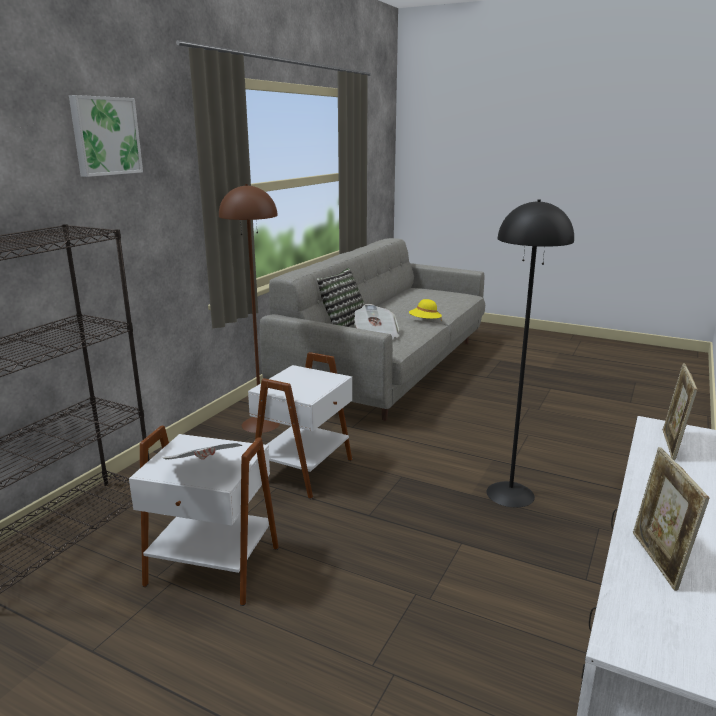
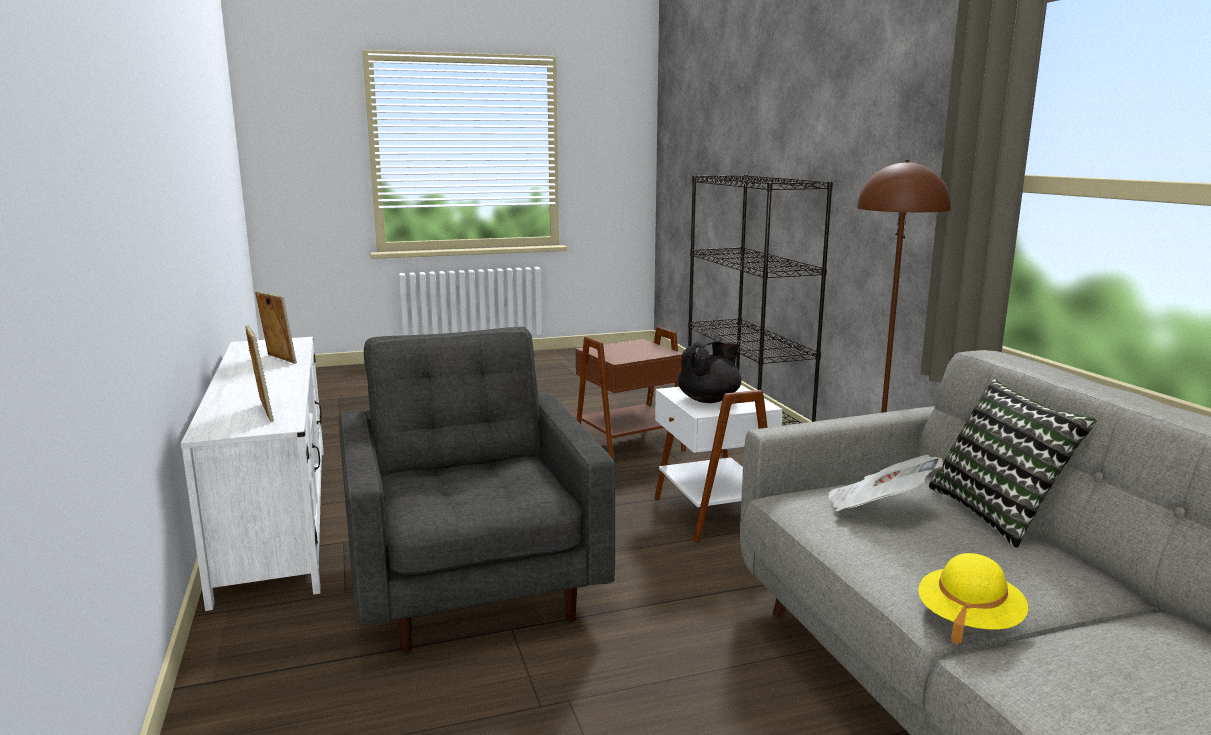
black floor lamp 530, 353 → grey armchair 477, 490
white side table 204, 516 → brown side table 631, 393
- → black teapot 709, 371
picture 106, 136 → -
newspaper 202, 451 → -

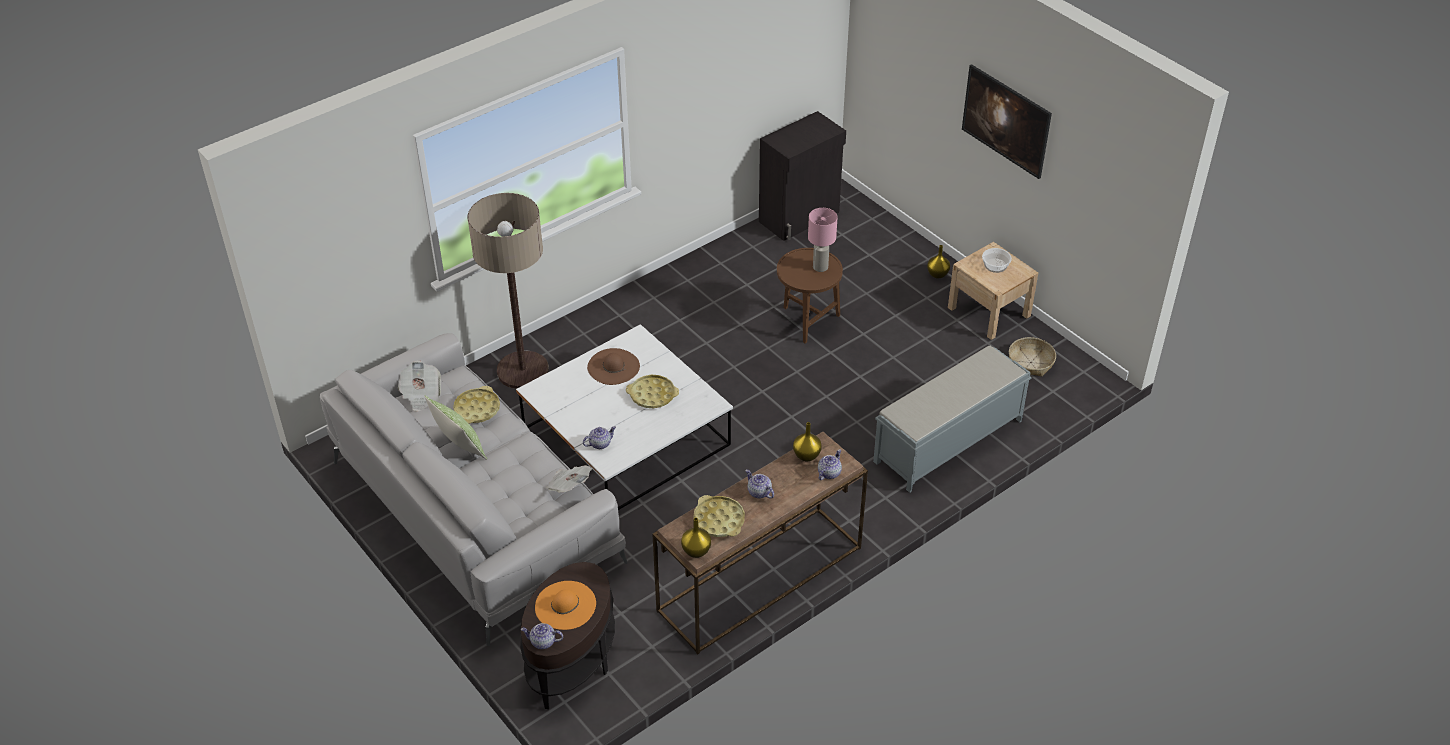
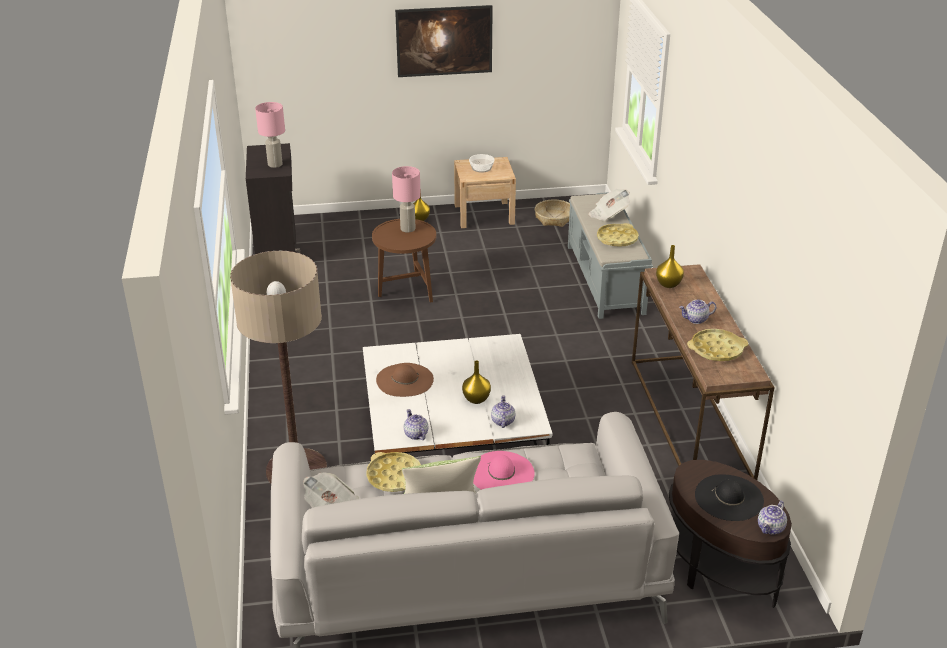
- → pink table lamp 270, 135
teapot 830, 464 → teapot 416, 424, shifted
yellow vase 696, 538 → yellow vase 476, 382, shifted
- → pink hat 504, 470
newspaper 569, 478 → newspaper 609, 205, shifted
yellow tray 652, 391 → yellow tray 618, 235, shifted
orange hat 565, 605 → black hat 729, 497

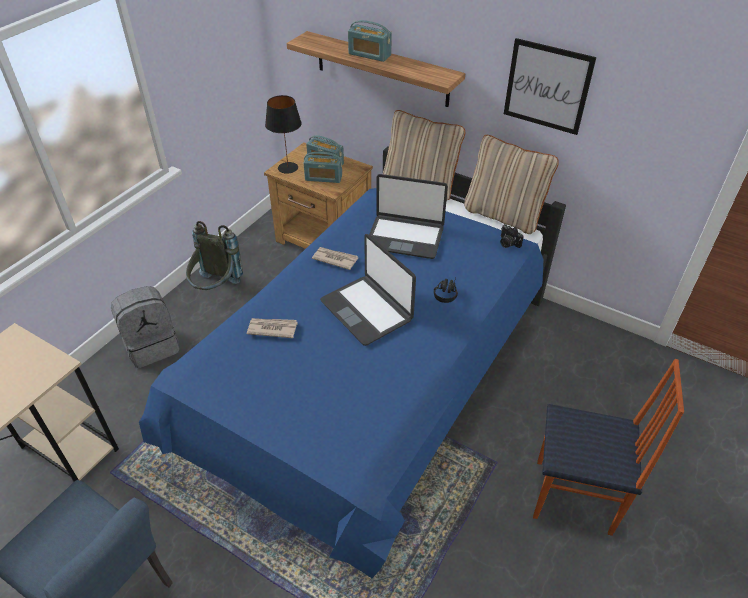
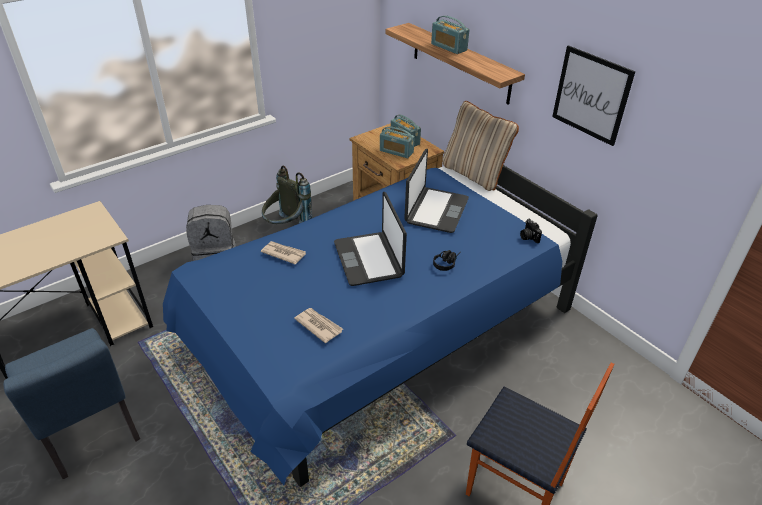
newspaper 335, 258 → newspaper 318, 325, shifted
laptop 408, 216 → laptop 436, 191, 105 degrees counterclockwise
black table lamp 283, 134 → -
beige pillow 511, 184 → -

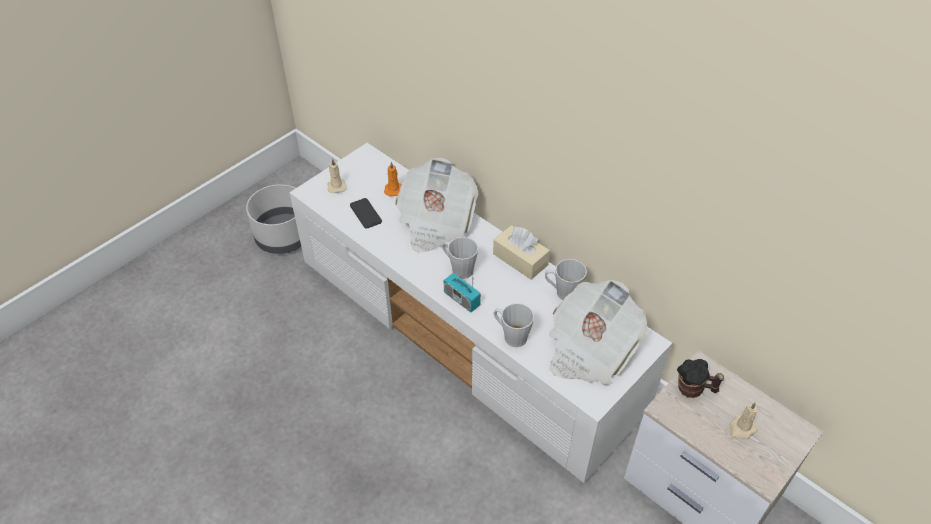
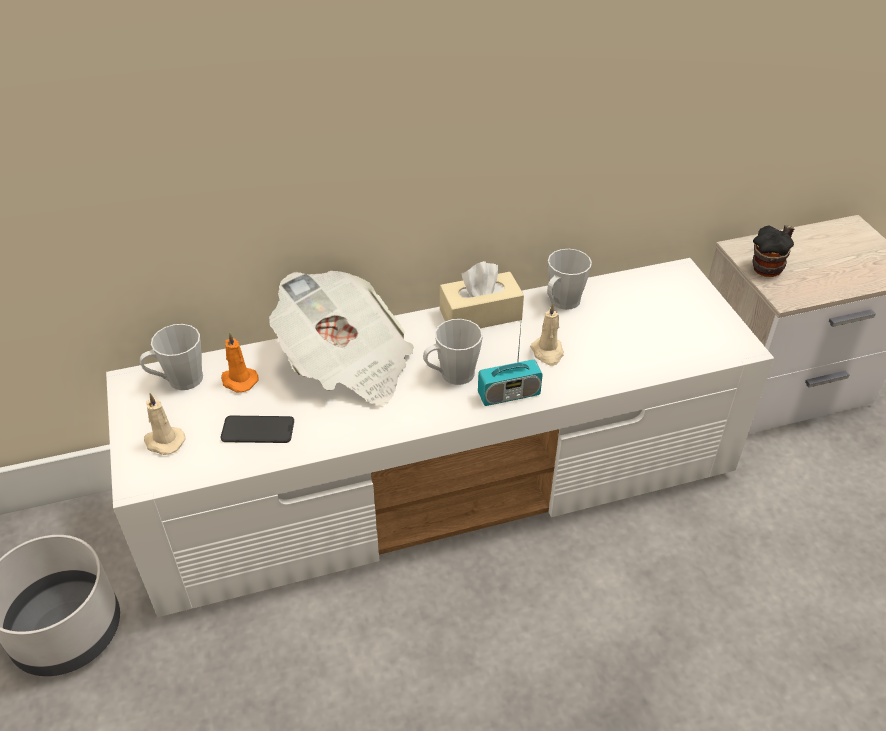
grey mug 514, 325 → grey mug 171, 357, shifted
beige candle 743, 421 → beige candle 547, 334, shifted
newspaper 598, 332 → -

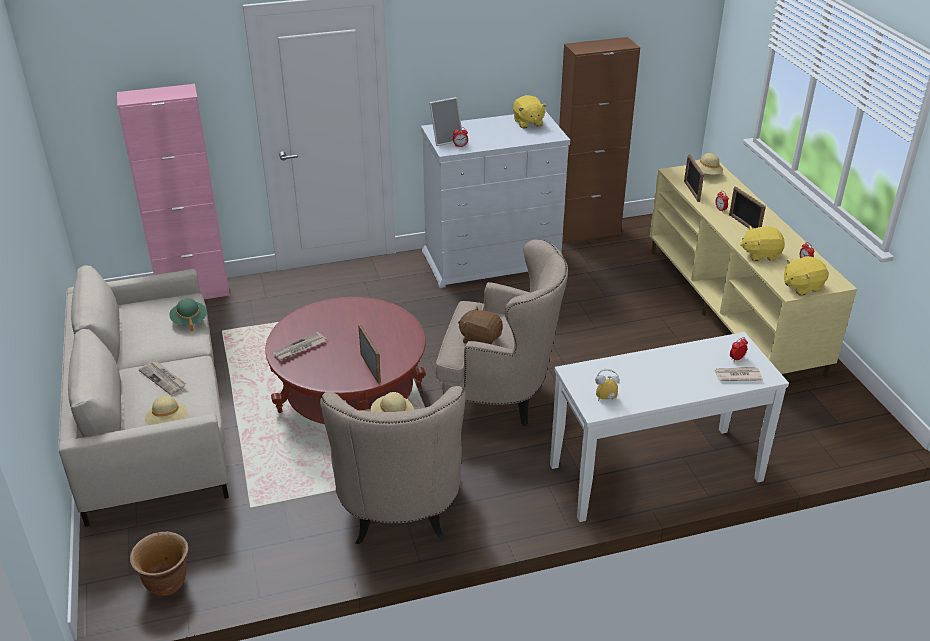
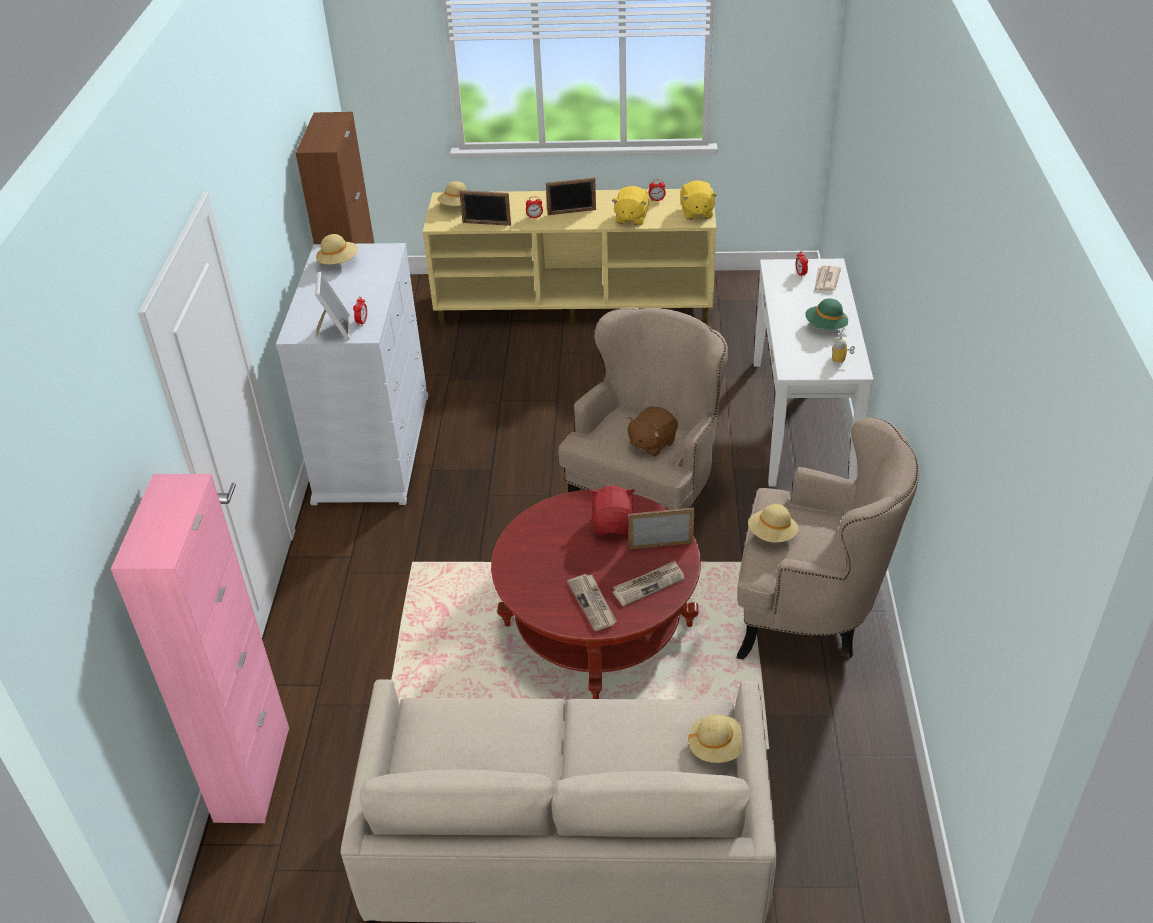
yellow plush toy 530, 111 → beige hat 337, 249
- → red plush toy 612, 510
newspaper 162, 378 → newspaper 649, 584, shifted
green hat 188, 314 → green hat 826, 314, shifted
brown planter 159, 563 → -

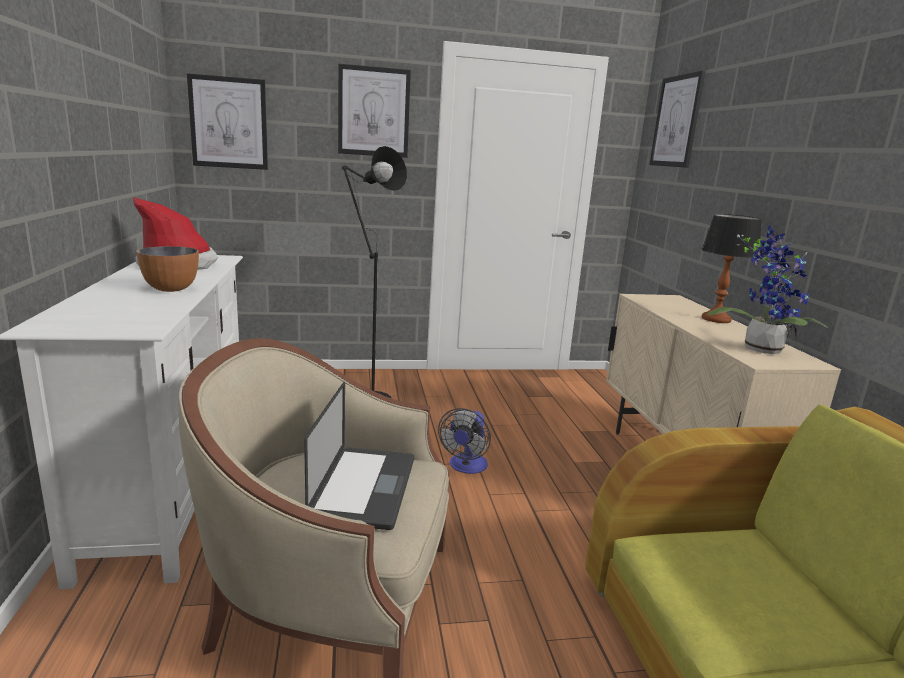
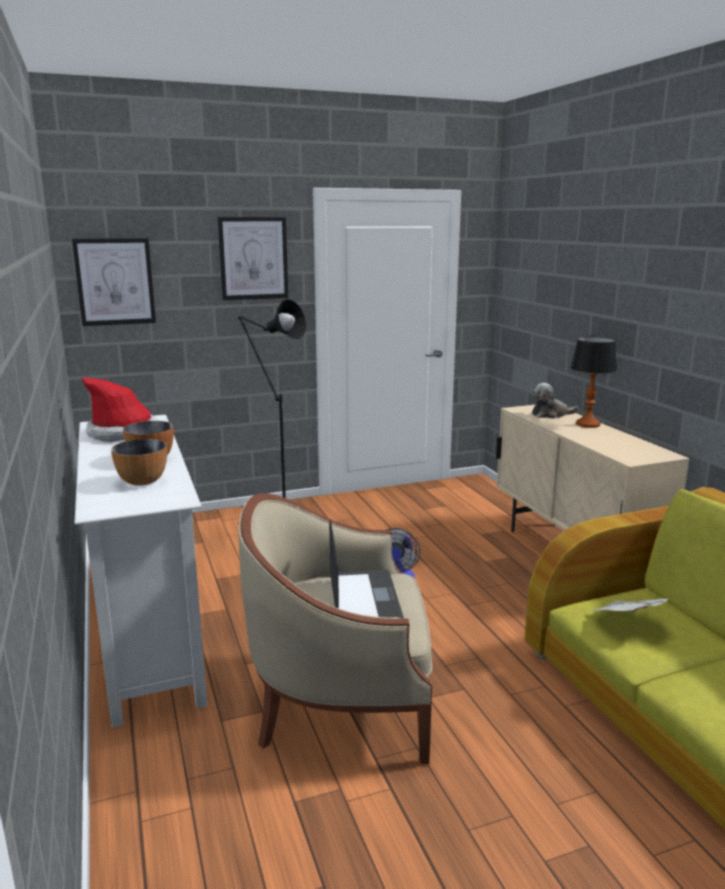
- → bowl 139, 462
- → plush toy 555, 400
- → newspaper 633, 605
picture 677, 119 → -
potted plant 767, 289 → -

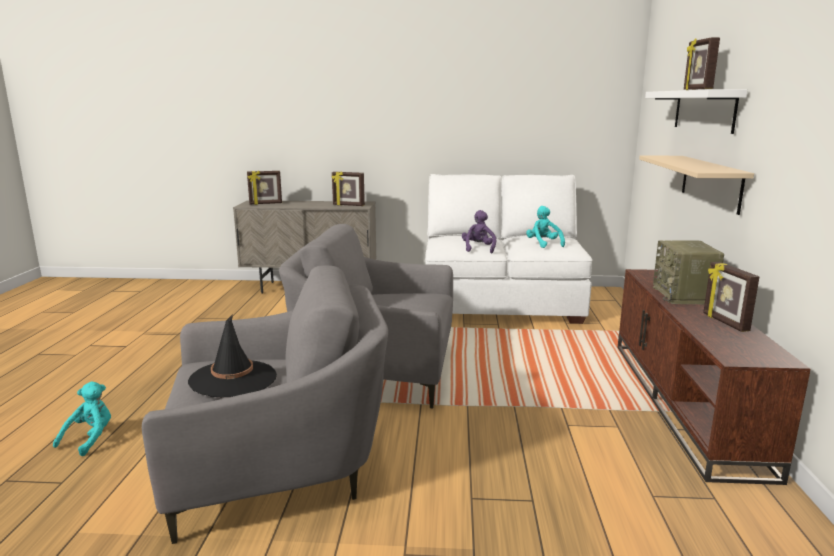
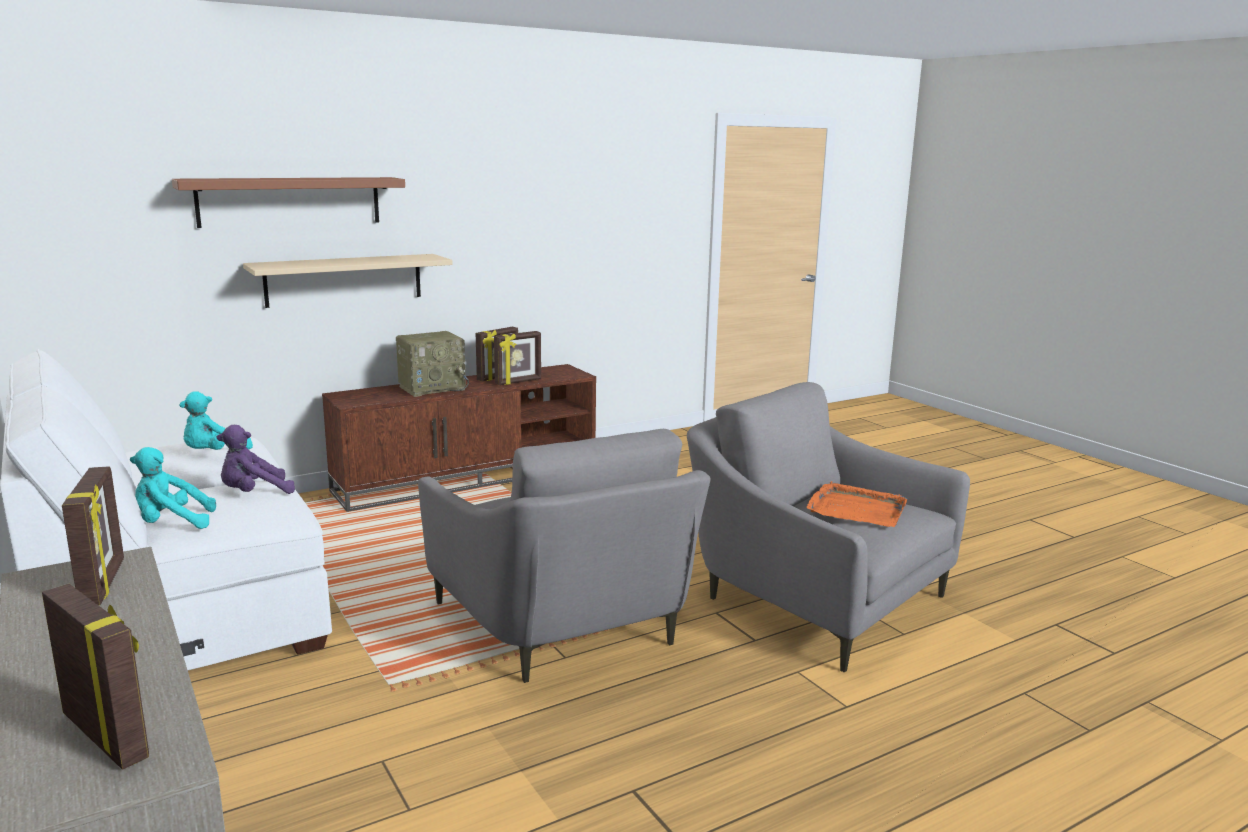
turquoise plush toy 82, 418 → turquoise plush toy 173, 488, shifted
white shelf 696, 111 → brown shelf 288, 202
picture frame 702, 63 → picture frame 517, 358, shifted
black hat 232, 355 → orange tray 857, 504

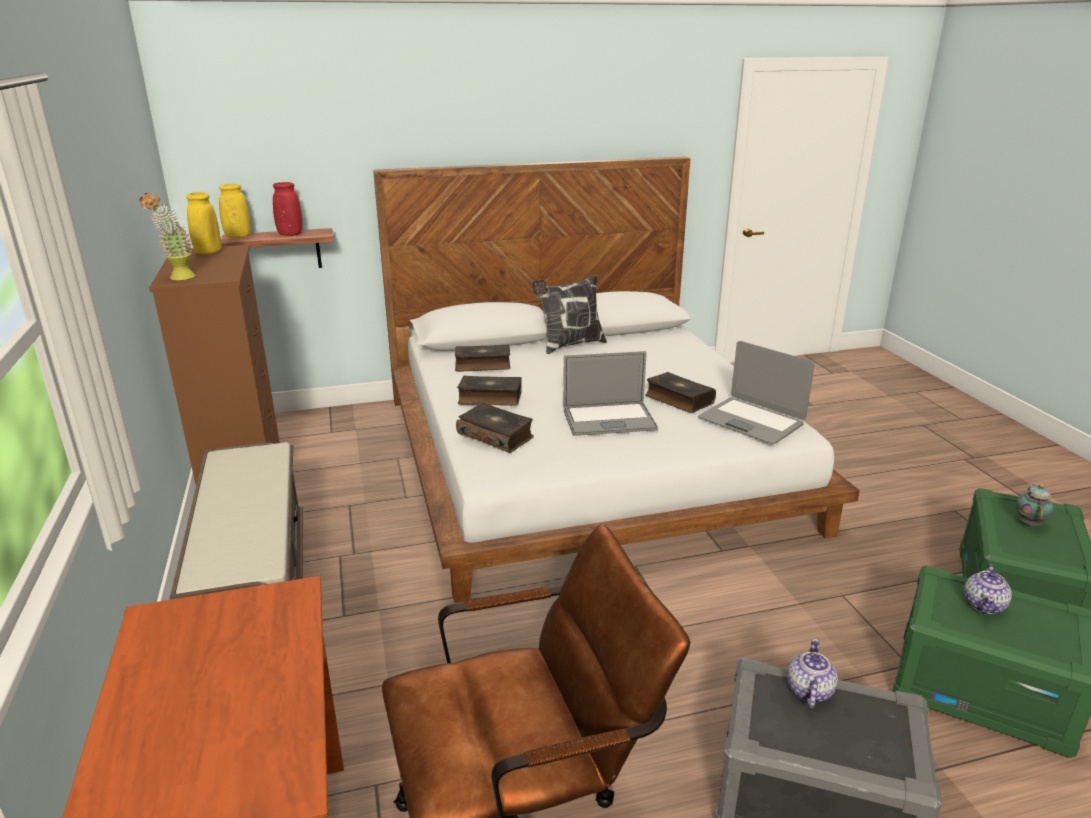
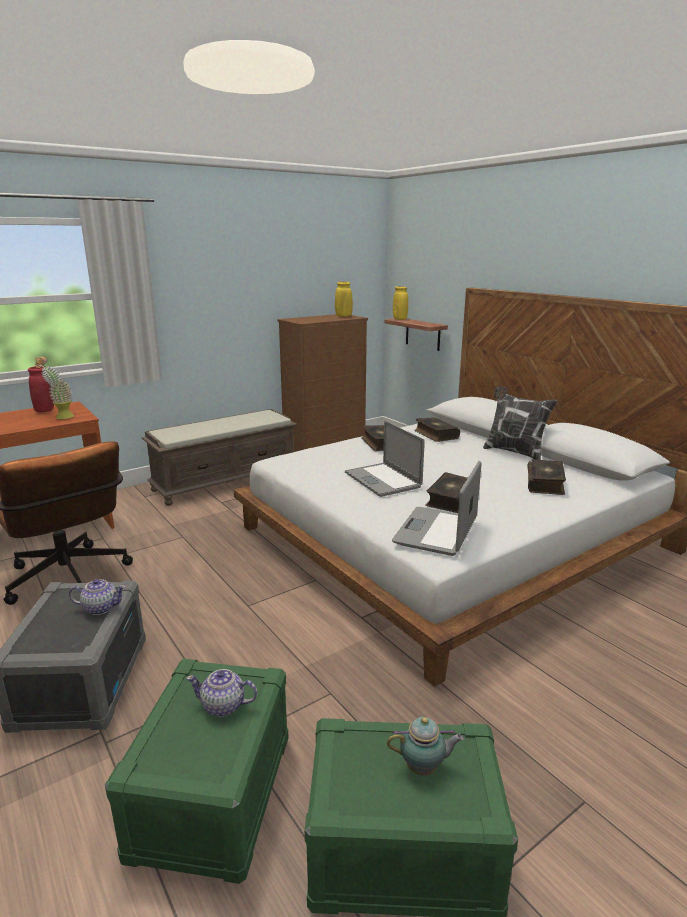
red vase 287, 209 → red vase 41, 389, shifted
potted plant 167, 236 → potted plant 54, 387, shifted
book 495, 428 → book 546, 477, shifted

